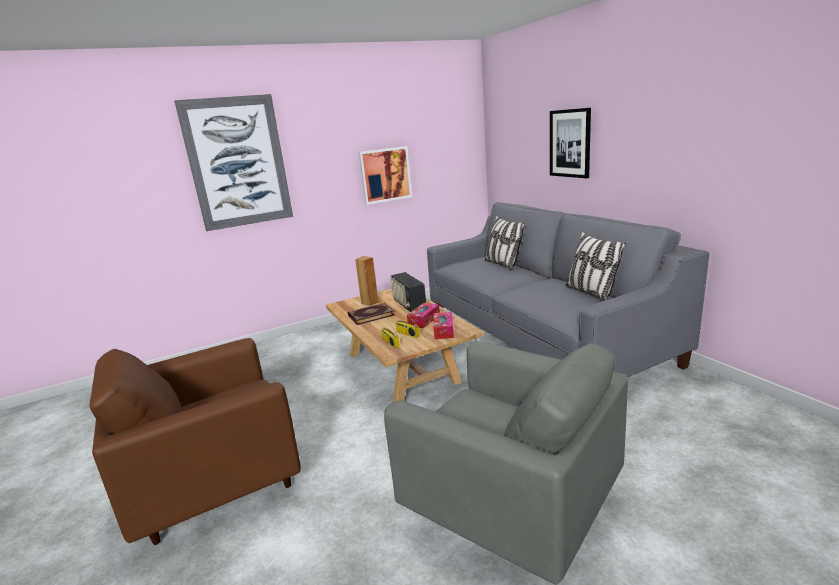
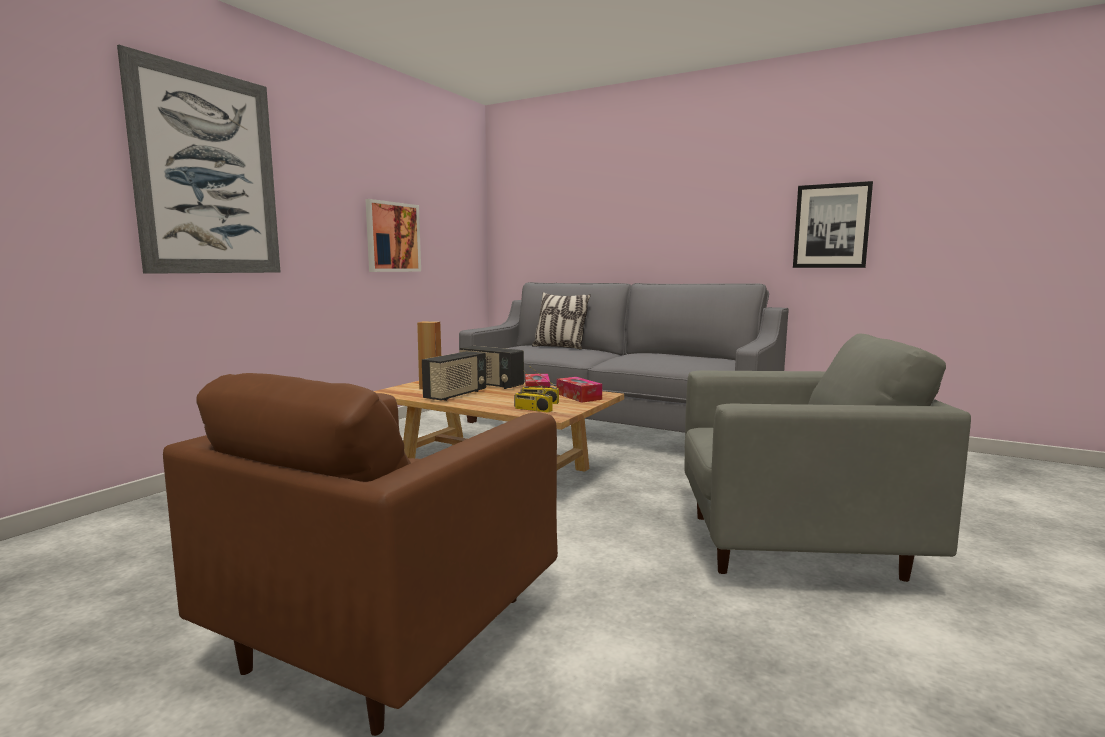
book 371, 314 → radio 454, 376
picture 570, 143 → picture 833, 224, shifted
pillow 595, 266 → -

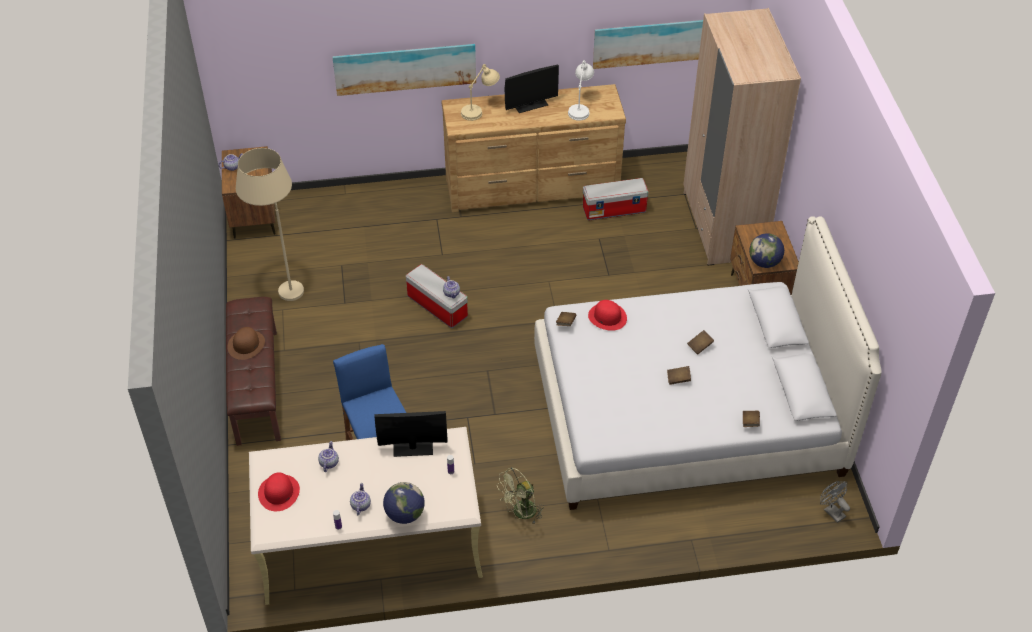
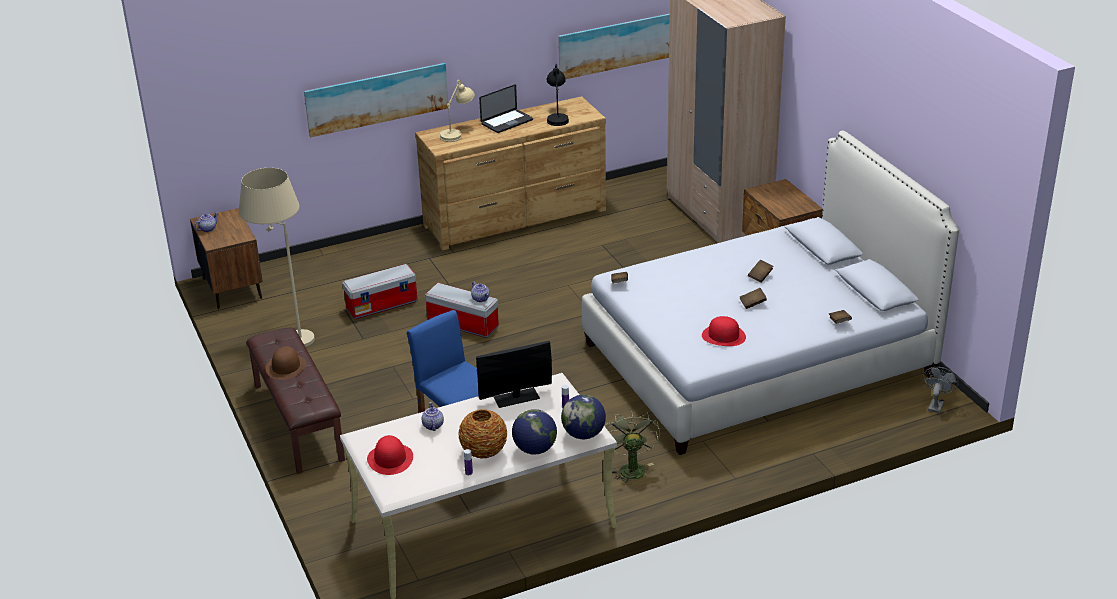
storage box 616, 199 → storage box 380, 291, shifted
teapot 360, 499 → vase 482, 433
monitor 532, 88 → laptop 506, 108
white table lamp 581, 90 → black table lamp 558, 95
globe 766, 250 → globe 583, 417, shifted
green fan 520, 496 → green fan 632, 447, 135 degrees clockwise
red hat 607, 315 → red hat 724, 331, shifted
grey fan 835, 502 → grey fan 941, 390, 75 degrees clockwise

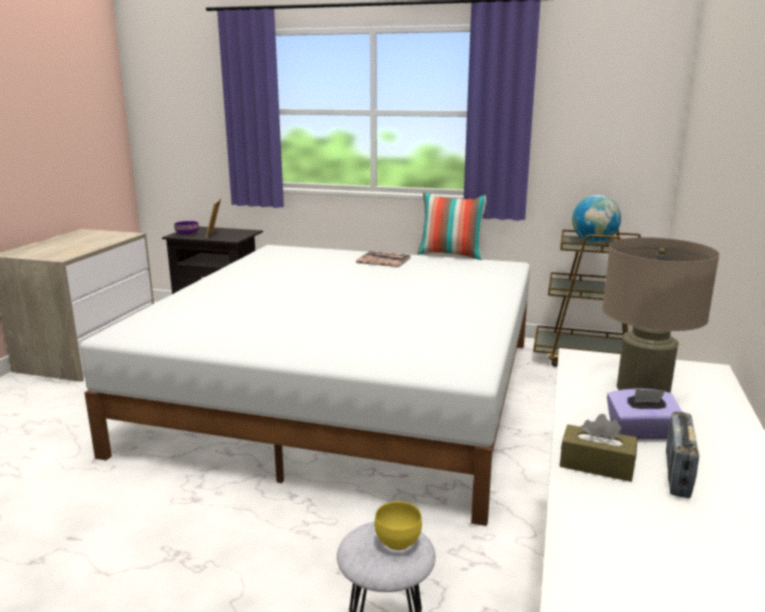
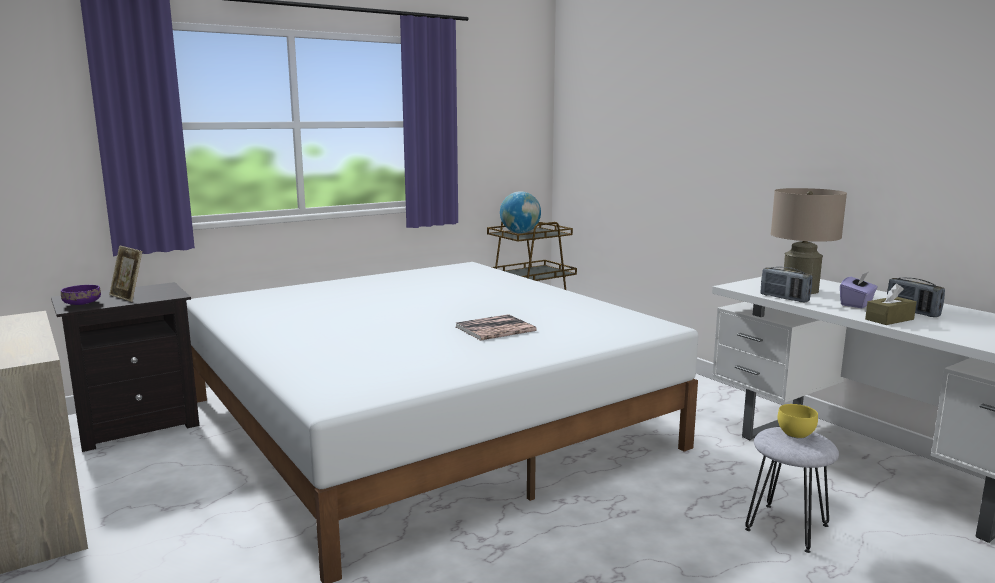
book 383, 259 → book 496, 327, shifted
- → radio 786, 284
pillow 451, 226 → -

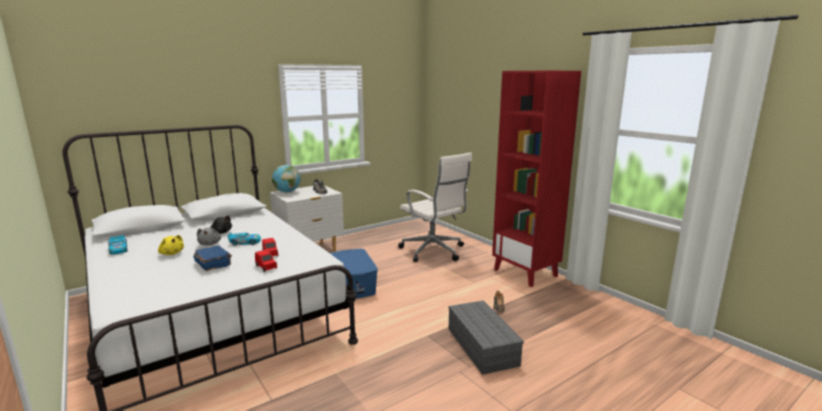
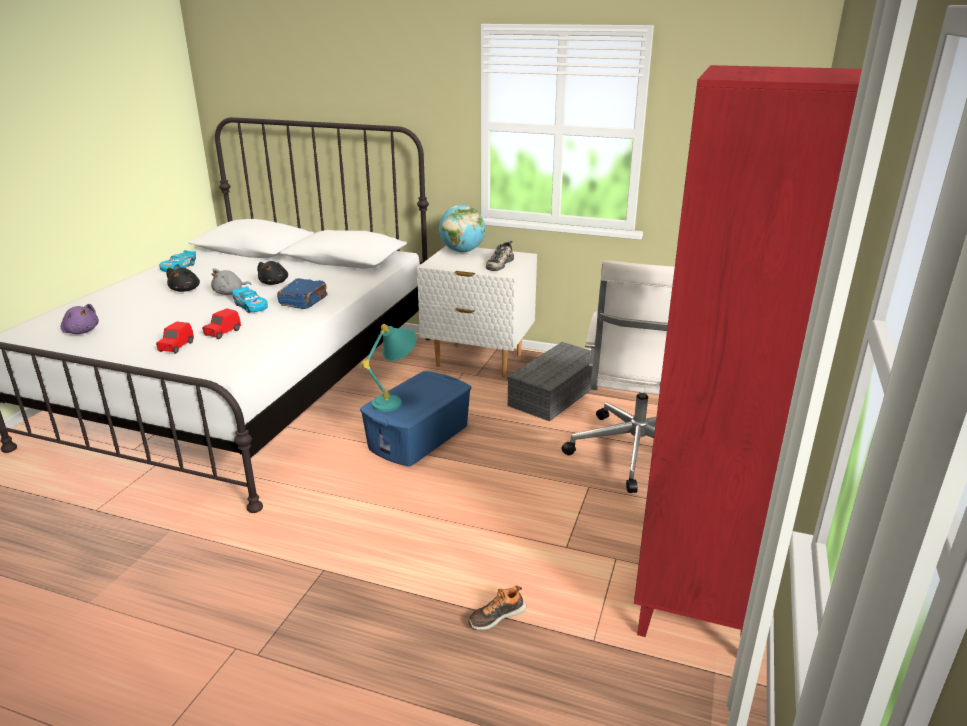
- → purple plush toy 80, 319
yellow plush toy 171, 245 → black plush toy 183, 279
blue book 212, 258 → blue book 302, 293, shifted
- → turquoise table lamp 389, 368
grey storage box 486, 337 → grey storage box 550, 381, shifted

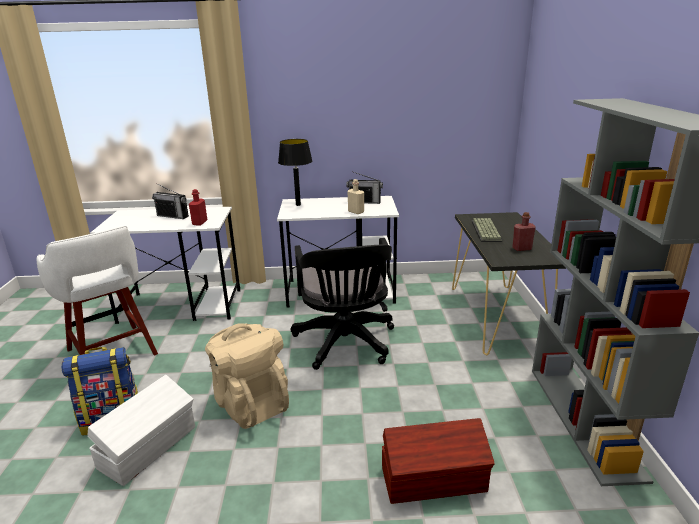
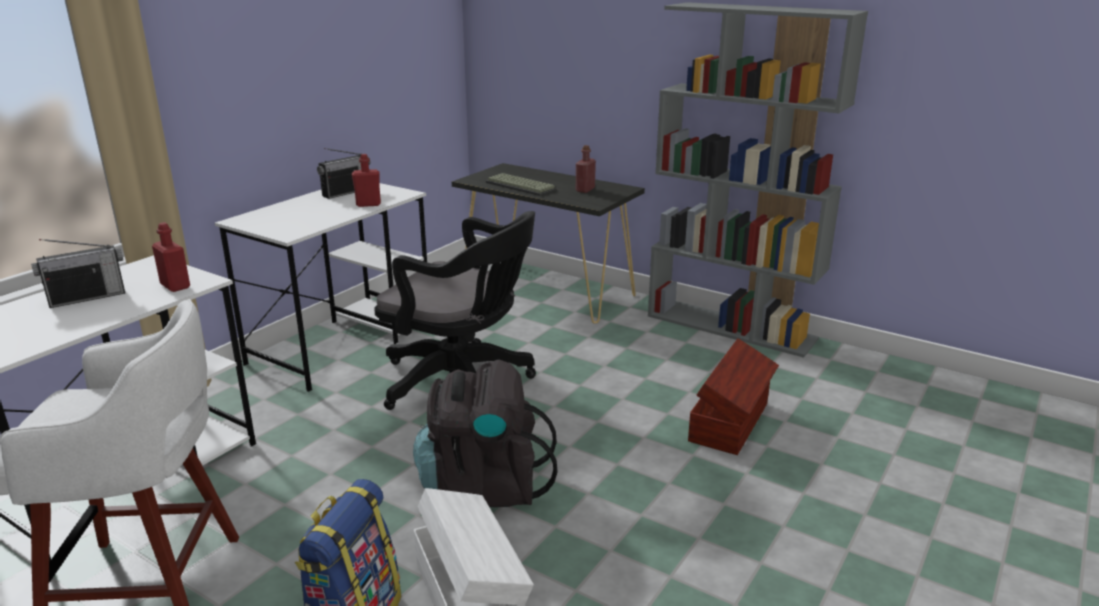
beige bottle 355, 196 → red bottle 366, 180
beige backpack 247, 376 → black backpack 485, 434
black table lamp 295, 172 → -

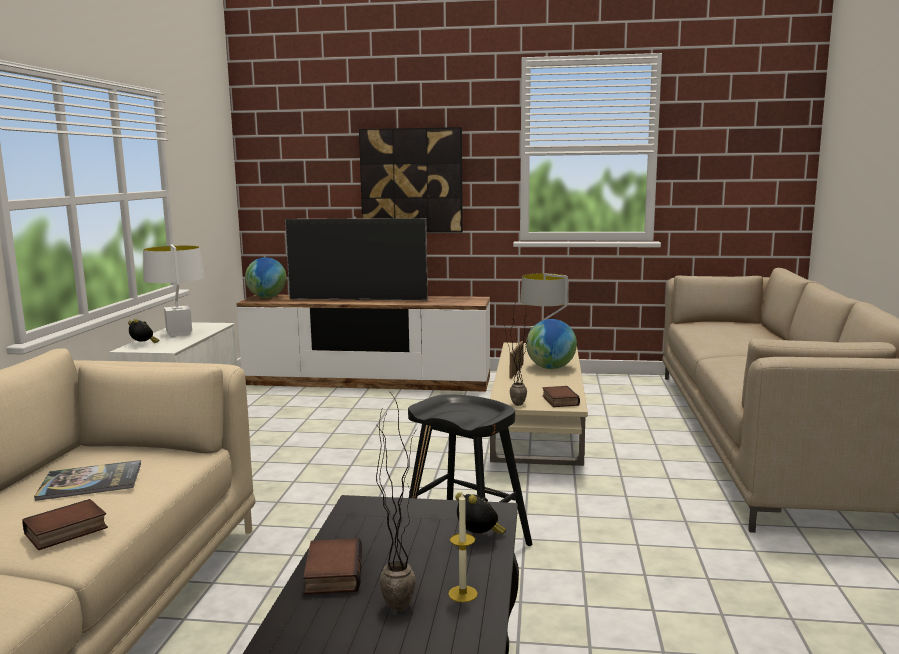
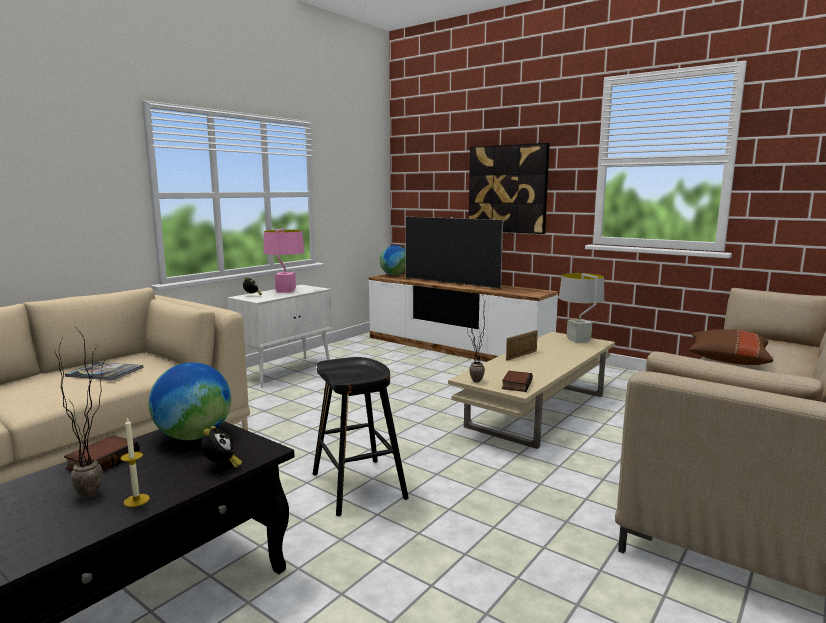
globe 551, 344 → globe 190, 401, shifted
white table lamp 173, 290 → pink table lamp 284, 260
- → brown pillow 731, 347
book 65, 524 → -

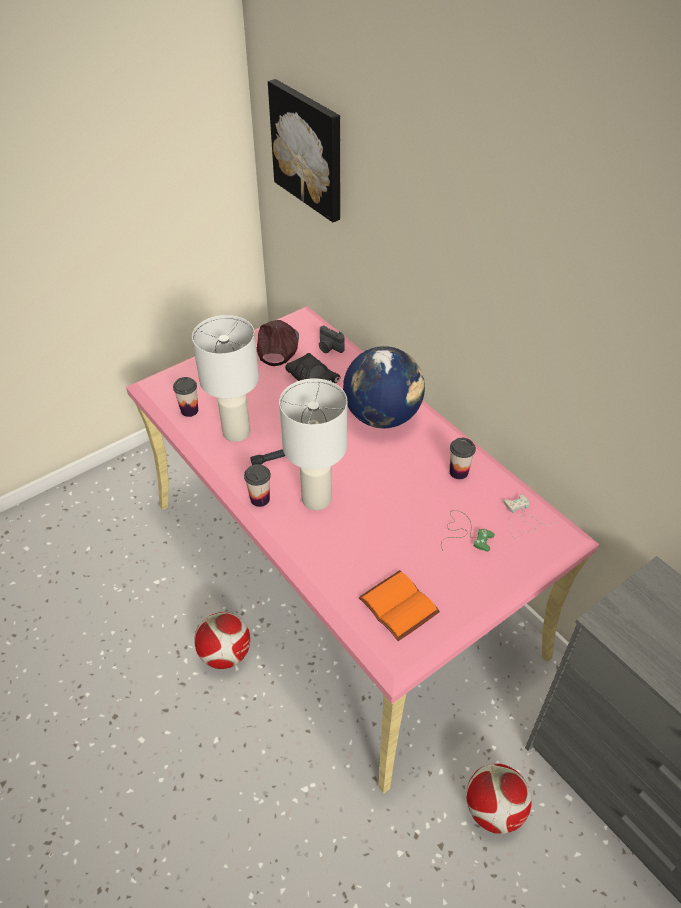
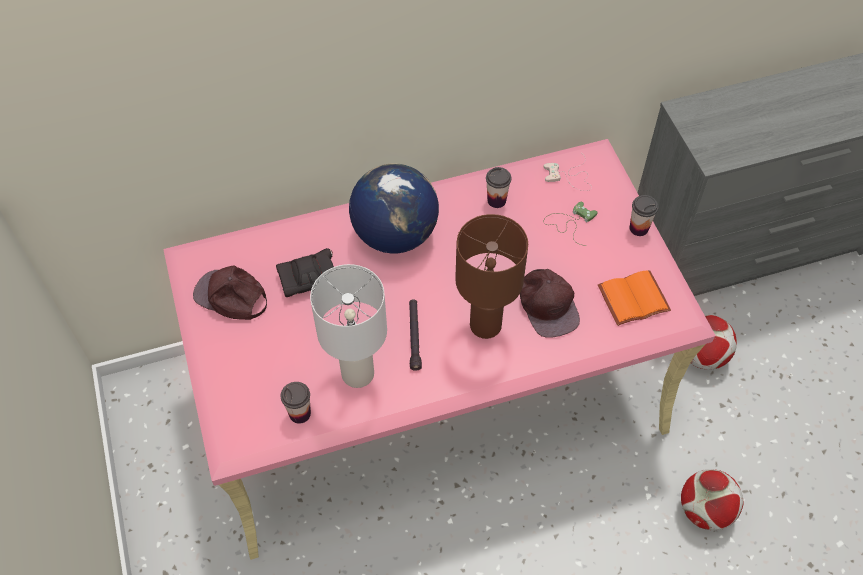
white table lamp 313, 444 → brown table lamp 491, 276
- → brown cap 550, 303
cup 257, 485 → cup 644, 215, shifted
football 222, 640 → football 712, 499, shifted
picture 304, 150 → -
photo camera 332, 339 → -

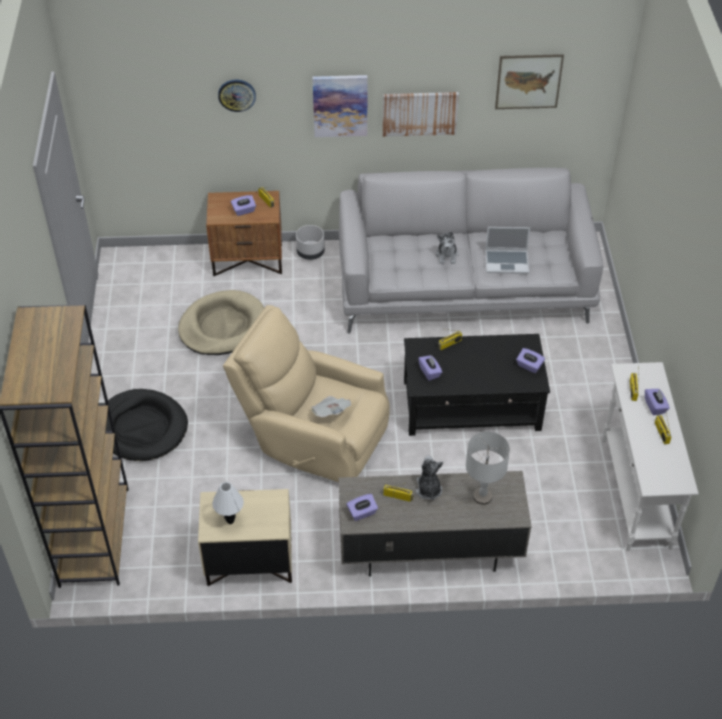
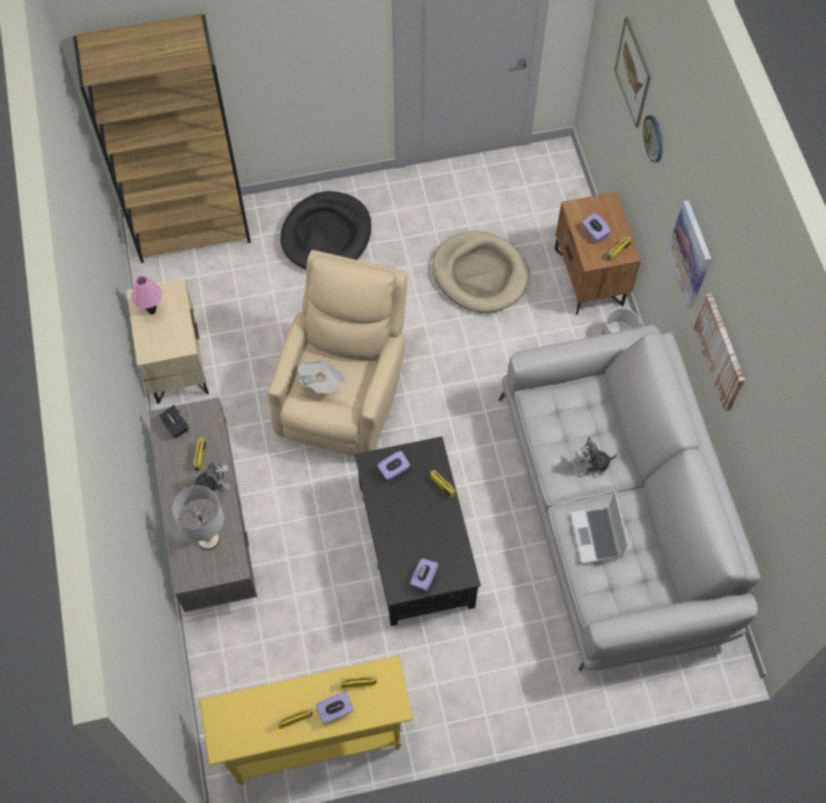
white table lamp 228, 503 → pink table lamp 146, 295
purple tissue box 362, 507 → black tissue box 174, 421
white console table 650, 456 → yellow console table 306, 720
picture 529, 81 → picture 632, 72, shifted

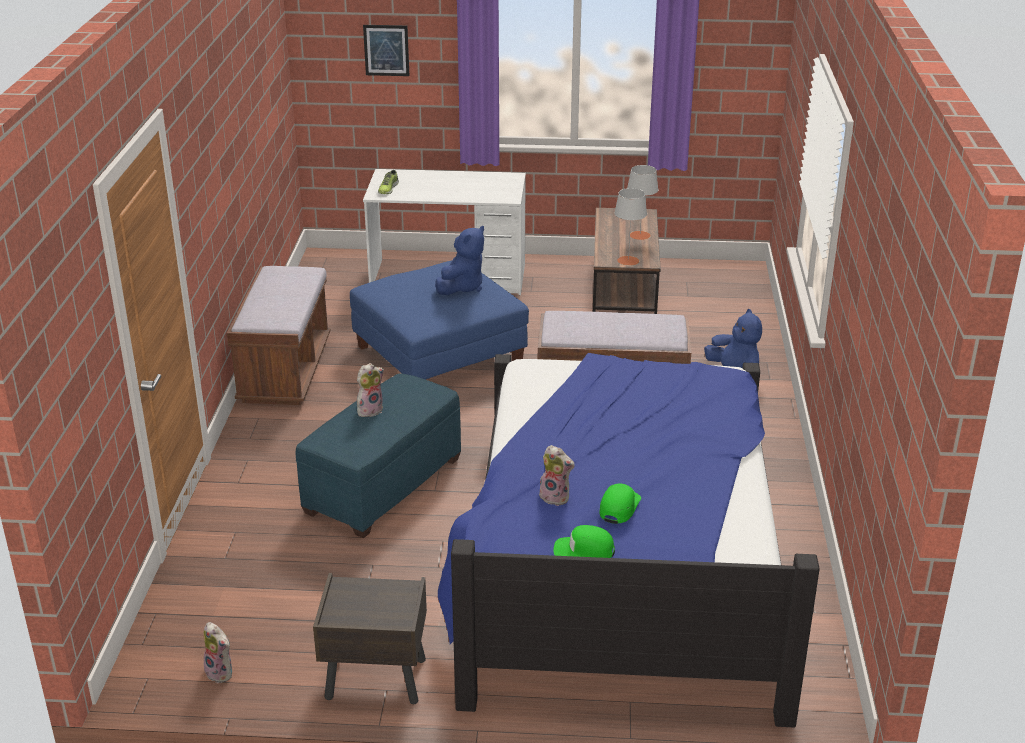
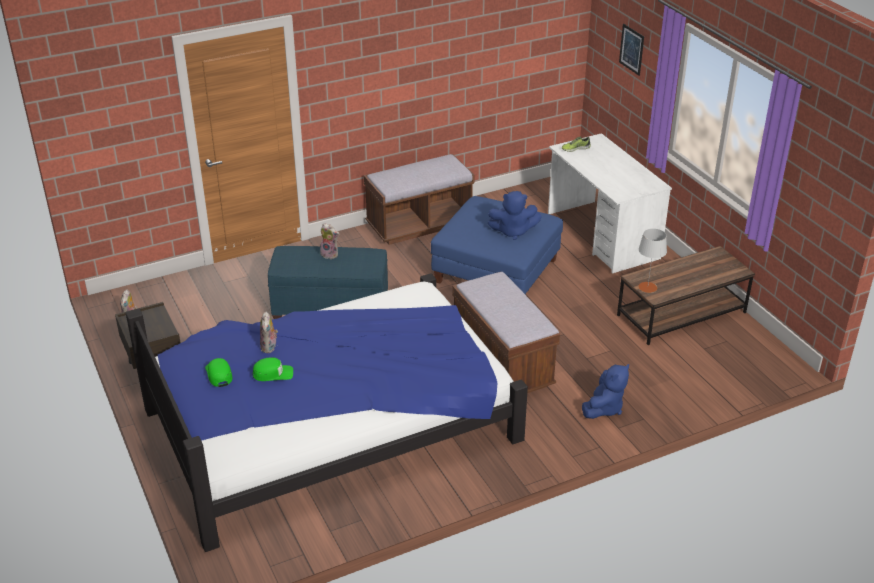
grey table lamp 642, 202 → -

